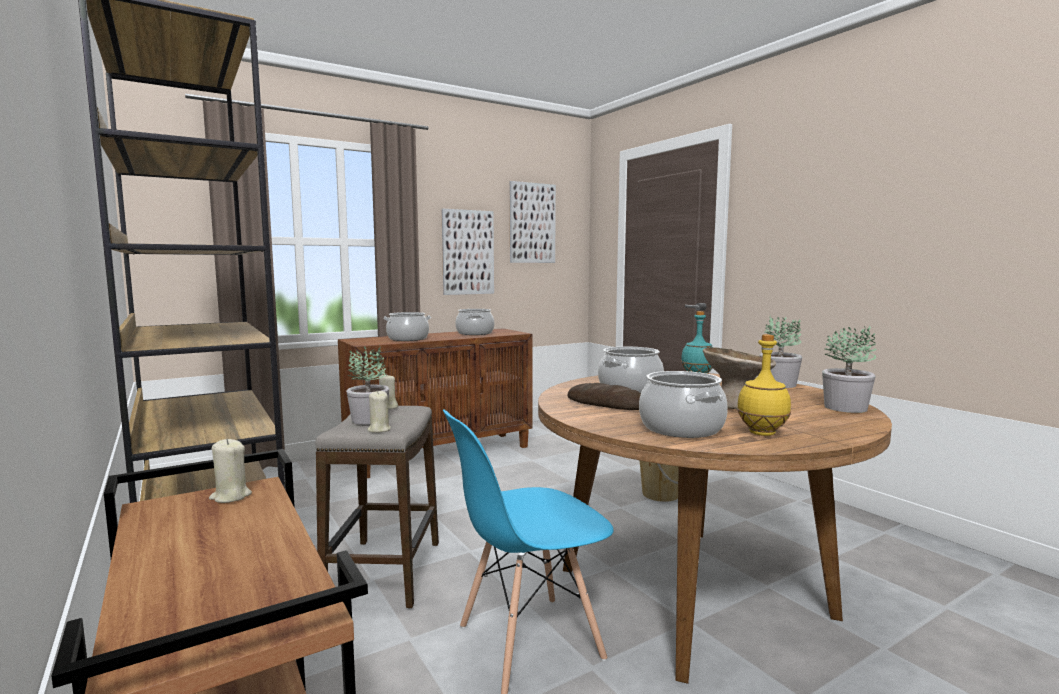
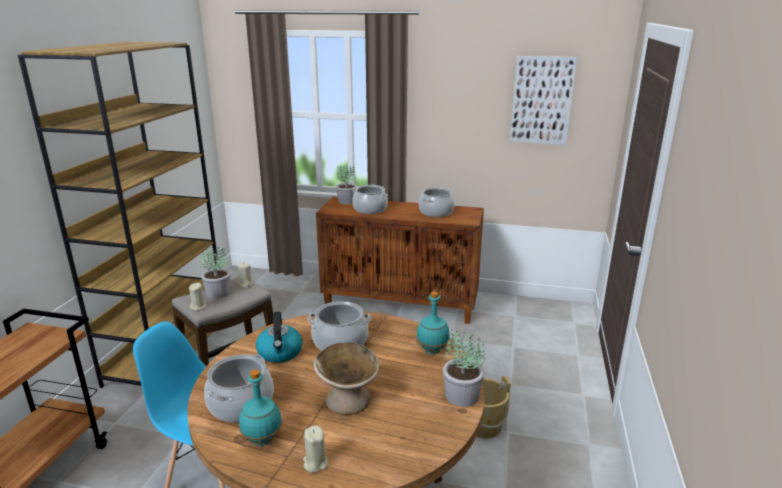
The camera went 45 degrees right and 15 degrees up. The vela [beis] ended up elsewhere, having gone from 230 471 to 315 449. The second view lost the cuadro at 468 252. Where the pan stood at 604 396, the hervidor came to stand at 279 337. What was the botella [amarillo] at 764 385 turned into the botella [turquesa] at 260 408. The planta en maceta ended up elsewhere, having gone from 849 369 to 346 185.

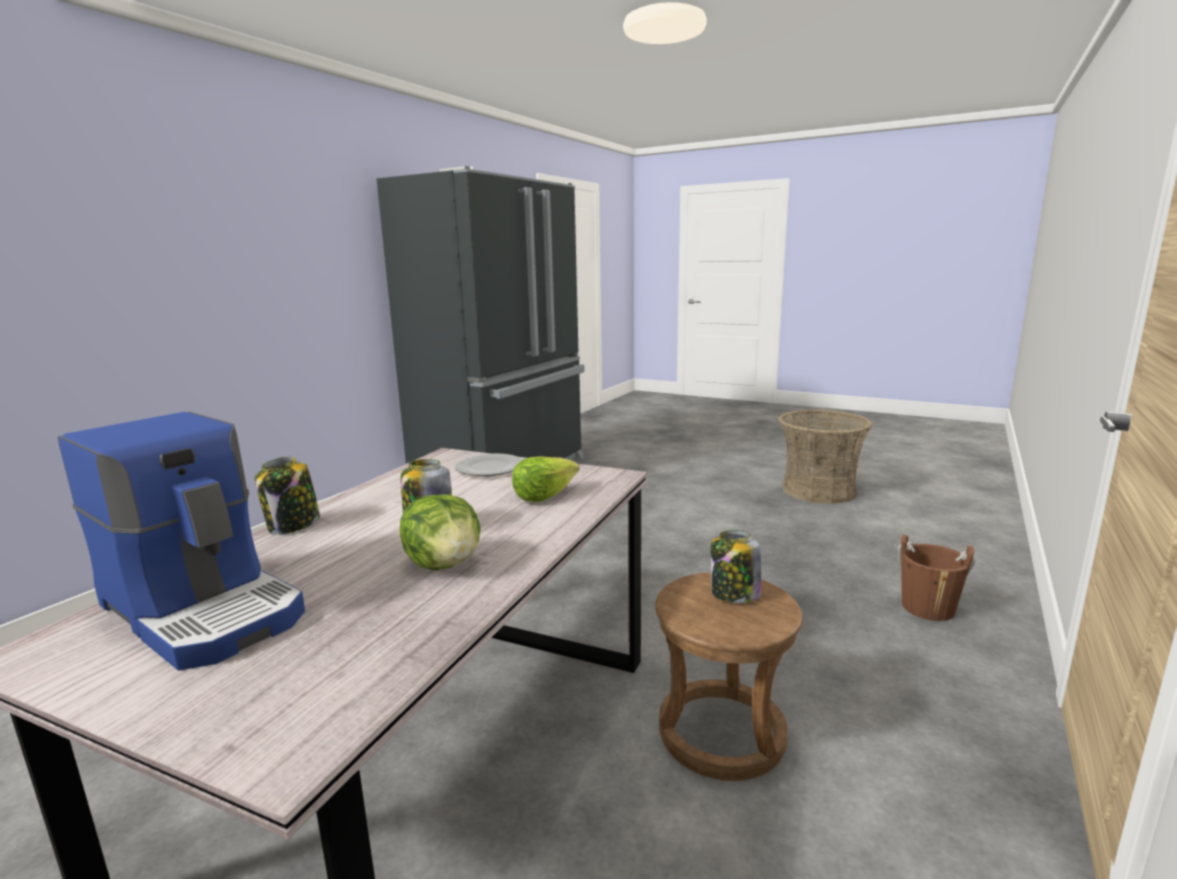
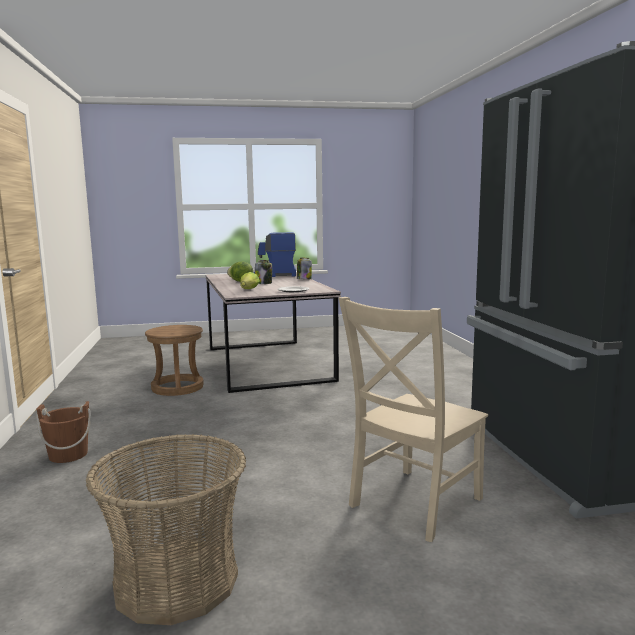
The camera went 140 degrees right and 5 degrees down. The second view lost the tarro at 736 566. The second view gained the silla [beis] at 413 419.

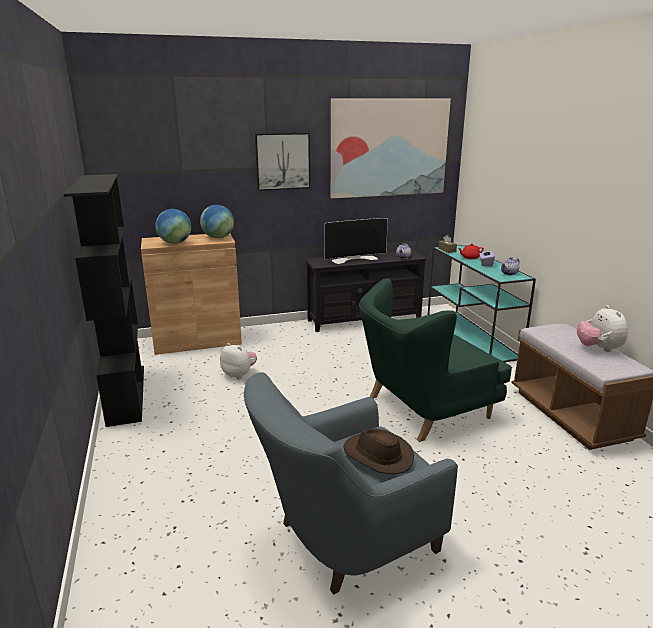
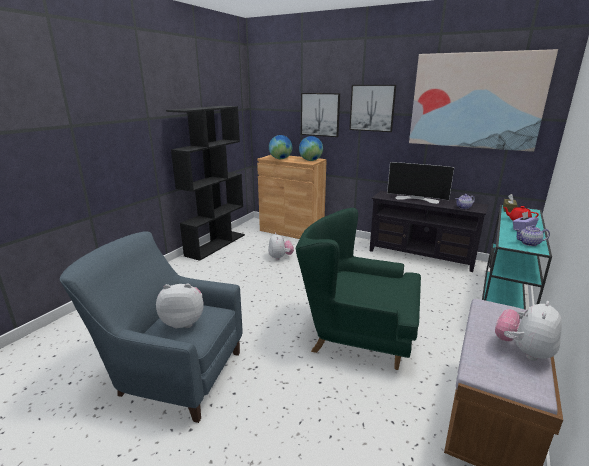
The camera went 45 degrees right and 0 degrees up. Where the sombrero [marrón] stood at 378 451, the peluche came to stand at 179 306. The second view gained the cuadro at 320 115.

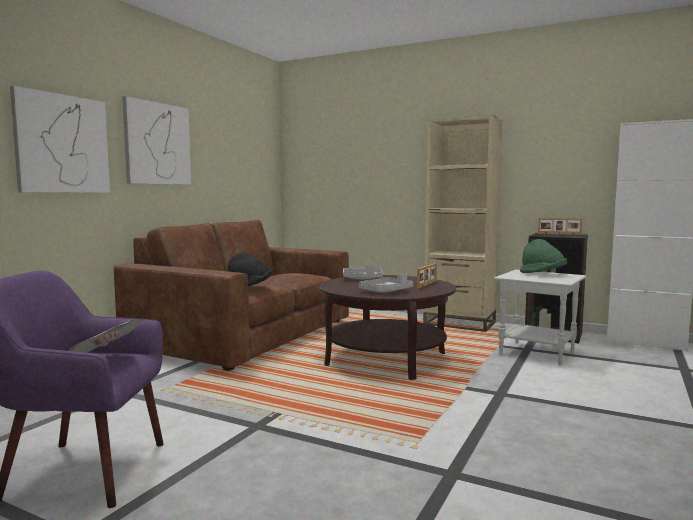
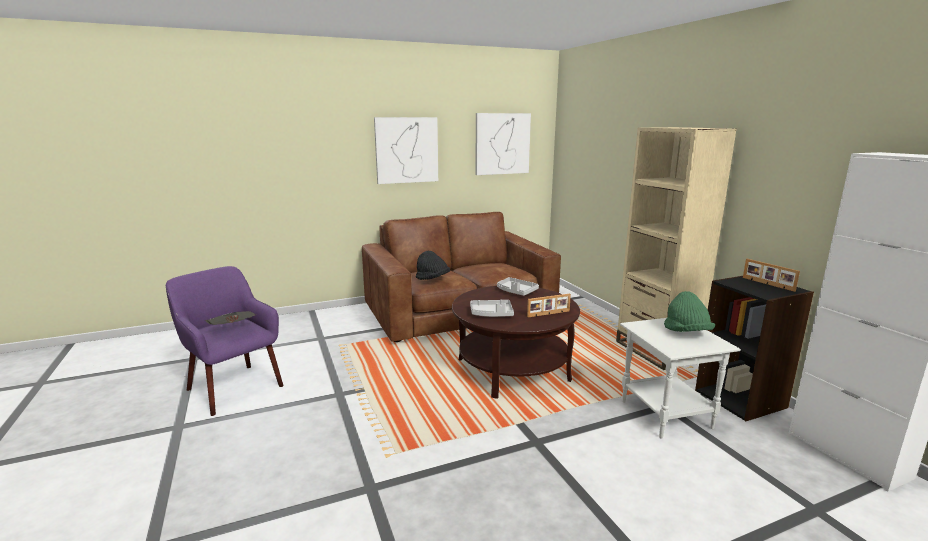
The camera went 40 degrees right and 10 degrees up. The cuadro ended up elsewhere, having gone from 60 139 to 503 144.

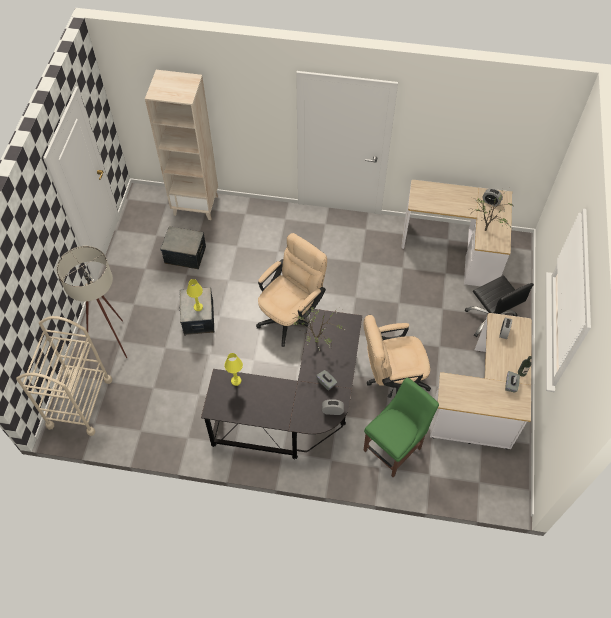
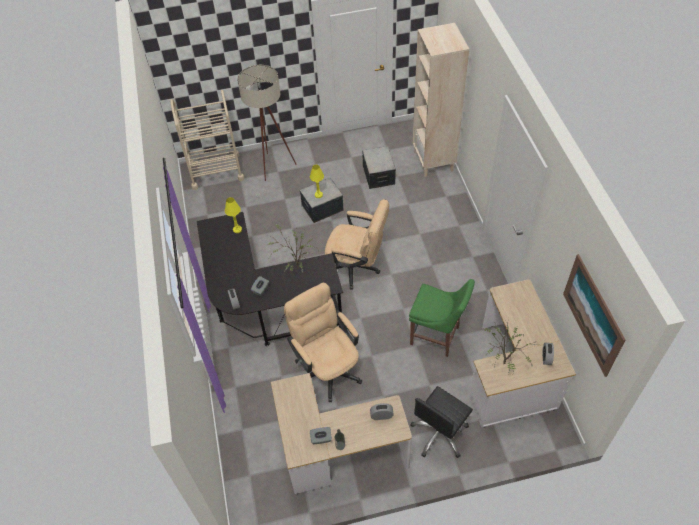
The camera went 70 degrees right and 5 degrees down. The silla [verde] ended up elsewhere, having gone from 401 428 to 442 318. The second view gained the cuadro at 594 315.

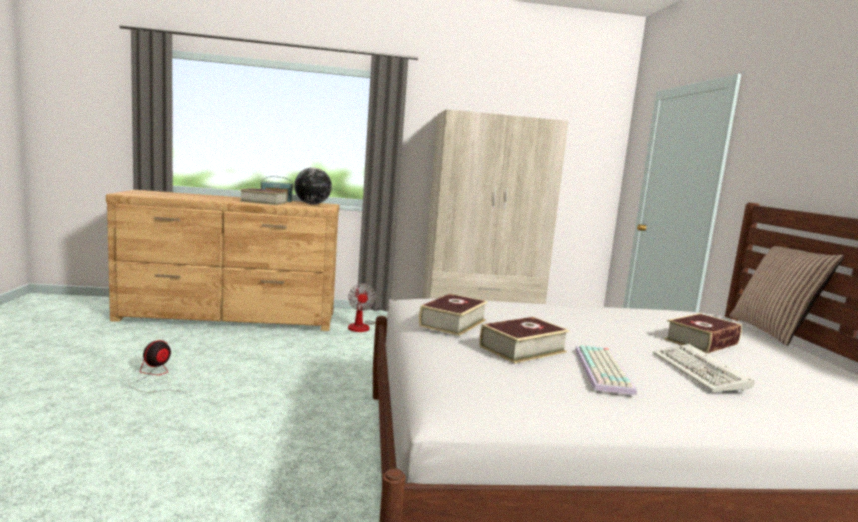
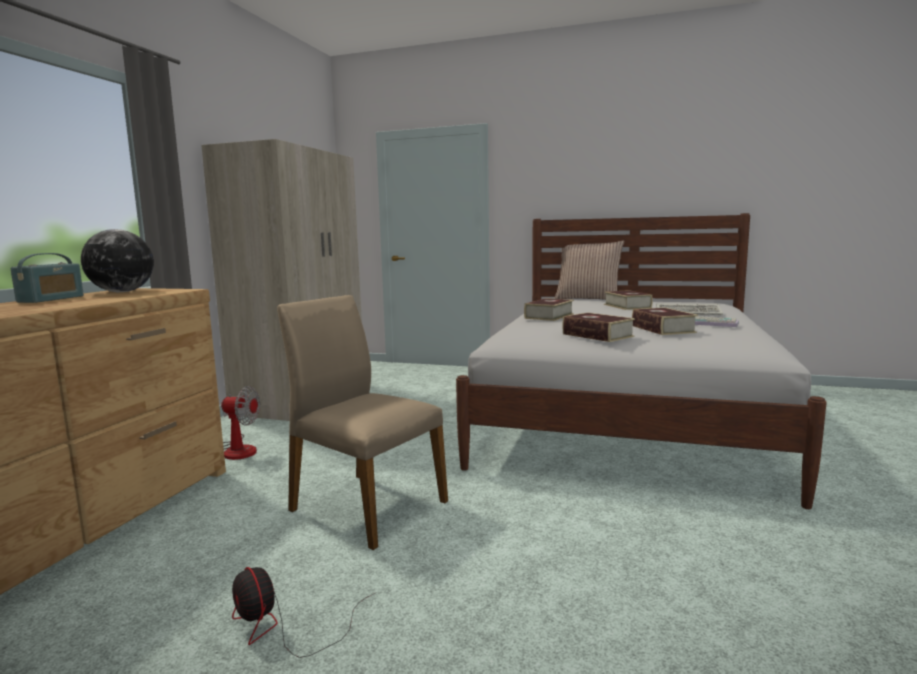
The camera went 65 degrees left and 0 degrees up. The libro ended up elsewhere, having gone from 263 196 to 549 309. The second view gained the silla [beis] at 362 422.

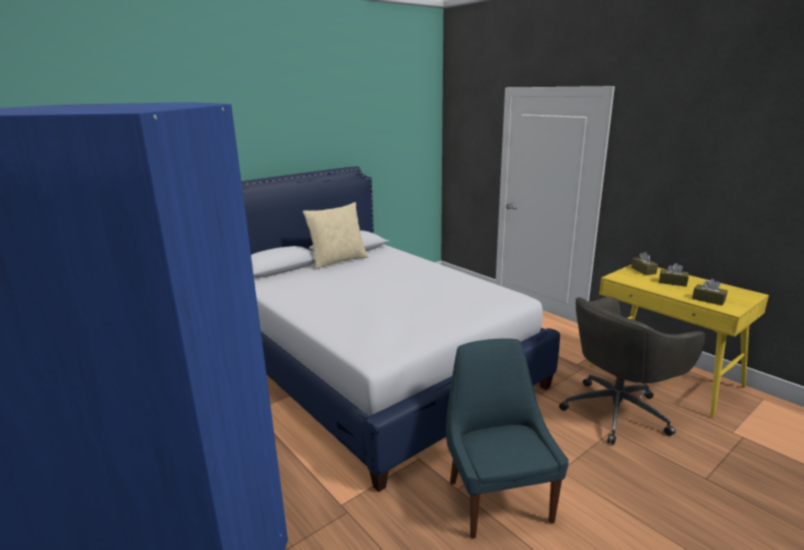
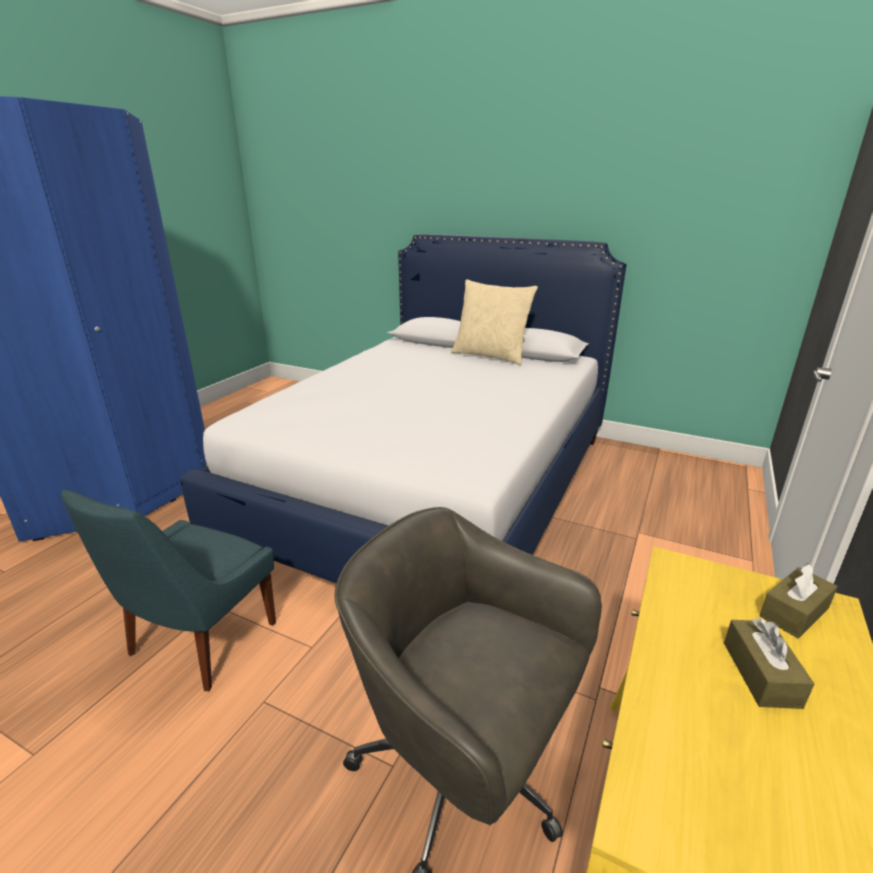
The camera went 65 degrees right and 5 degrees up. The silla [azul] at 507 438 ended up facing another way, 150 degrees clockwise from before. The second view lost the caja de pañuelos [marrón] at 710 292.

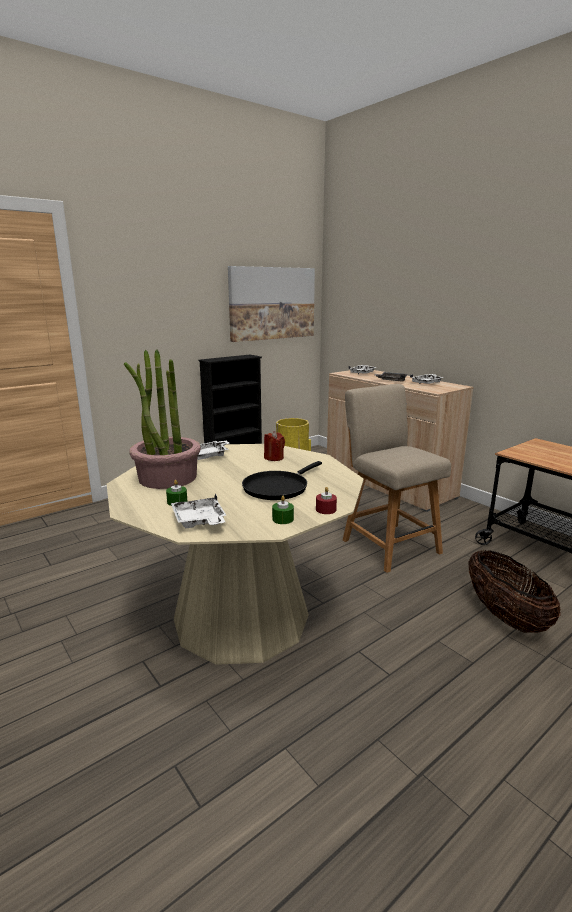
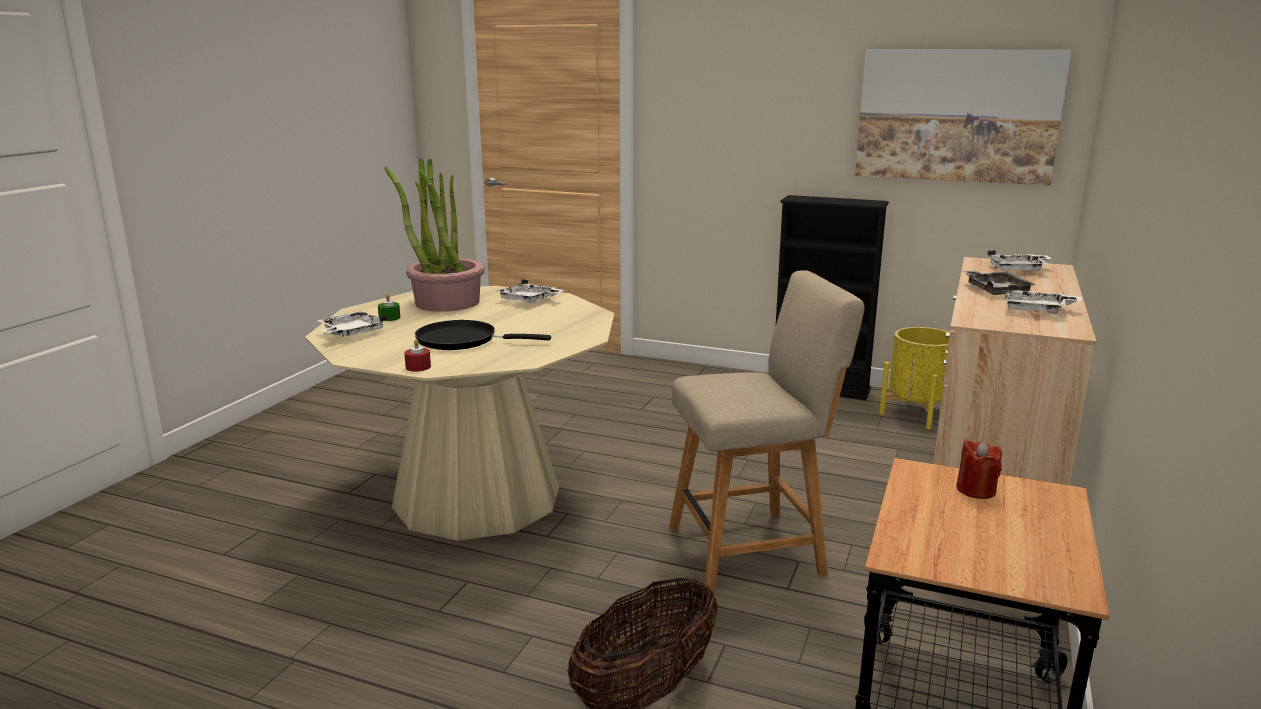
The camera went 60 degrees right and 0 degrees up. The vela [rojo] ended up elsewhere, having gone from 274 446 to 979 469. The second view lost the vela [verde] at 283 510. The silla [beis] at 397 478 ended up facing another way, 45 degrees clockwise from before.

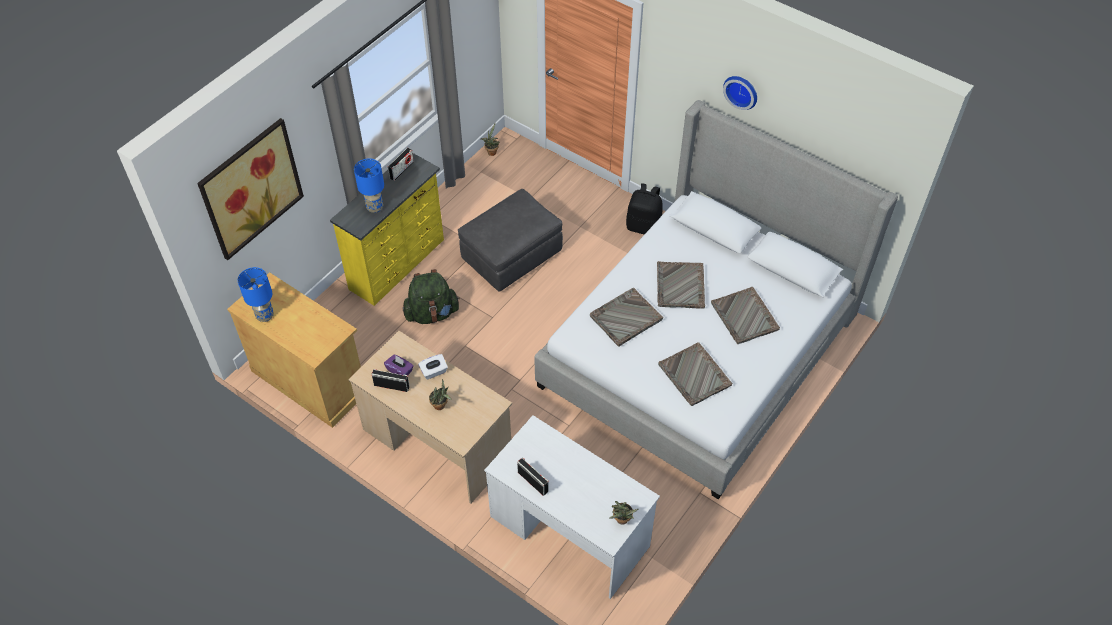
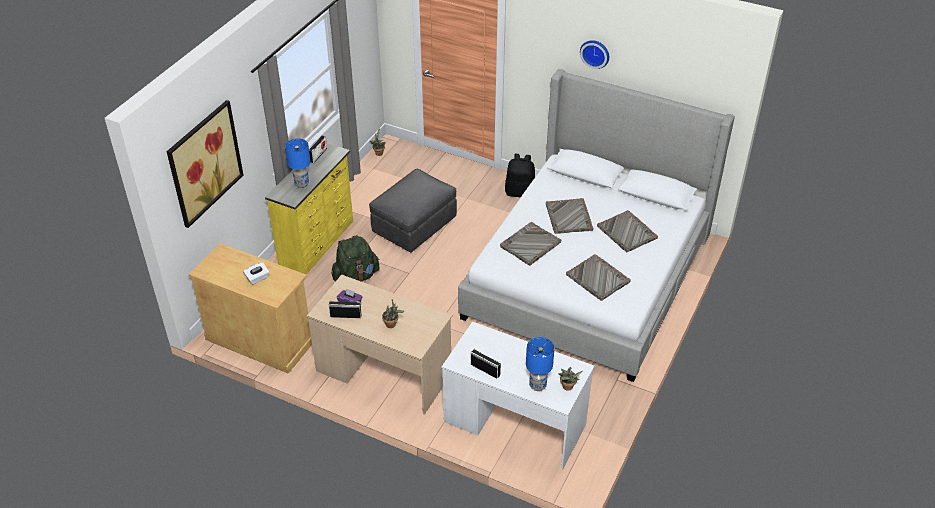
The camera went 10 degrees left and 10 degrees down. The lámpara de mesa [azul] ended up elsewhere, having gone from 256 294 to 540 364. The caja de pañuelos [blanco] ended up elsewhere, having gone from 433 367 to 256 273.

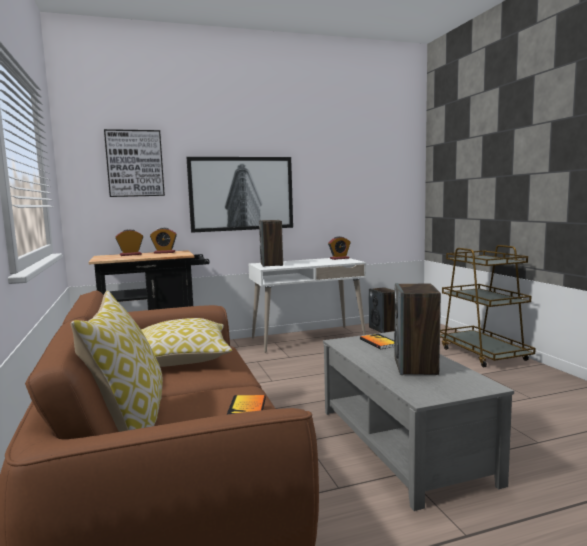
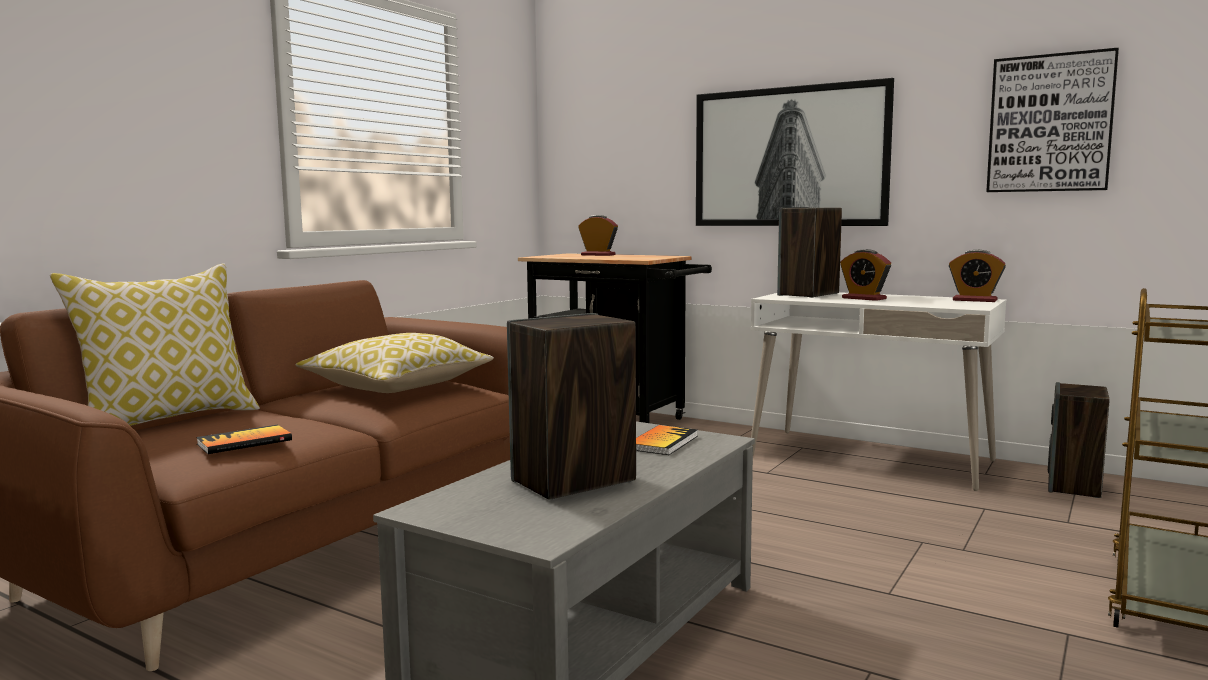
The camera went 50 degrees right and 0 degrees up. The cuadro ended up elsewhere, having gone from 134 163 to 1052 120. The despertador ended up elsewhere, having gone from 163 241 to 865 275.

